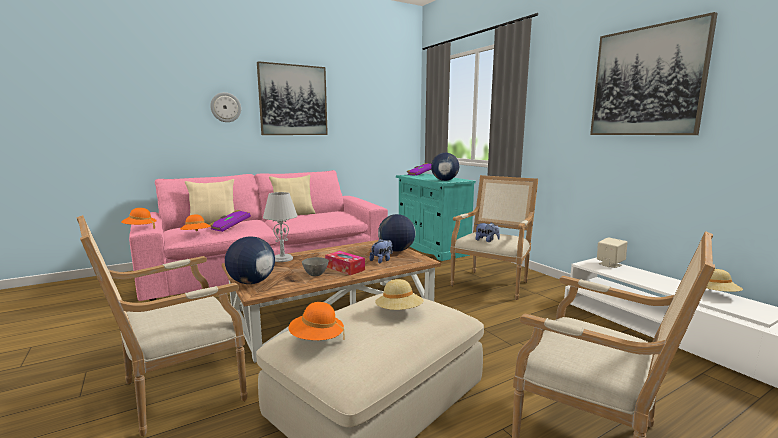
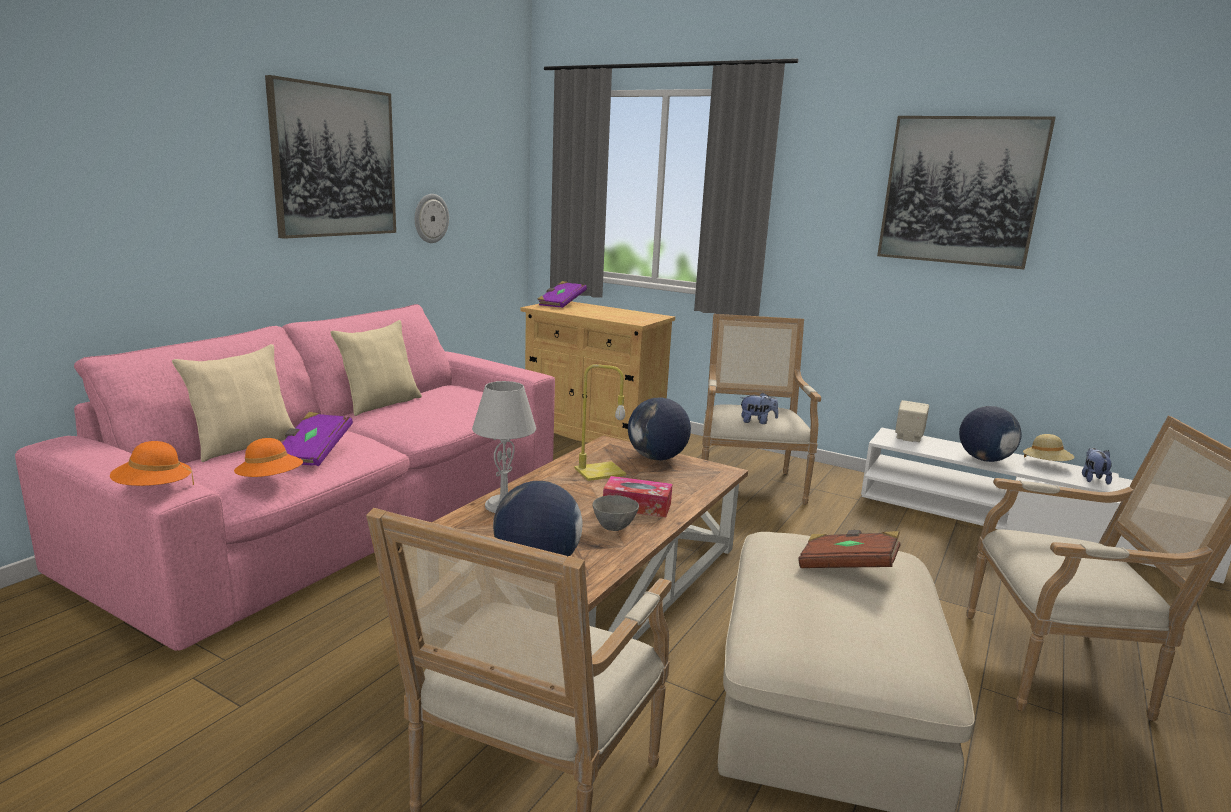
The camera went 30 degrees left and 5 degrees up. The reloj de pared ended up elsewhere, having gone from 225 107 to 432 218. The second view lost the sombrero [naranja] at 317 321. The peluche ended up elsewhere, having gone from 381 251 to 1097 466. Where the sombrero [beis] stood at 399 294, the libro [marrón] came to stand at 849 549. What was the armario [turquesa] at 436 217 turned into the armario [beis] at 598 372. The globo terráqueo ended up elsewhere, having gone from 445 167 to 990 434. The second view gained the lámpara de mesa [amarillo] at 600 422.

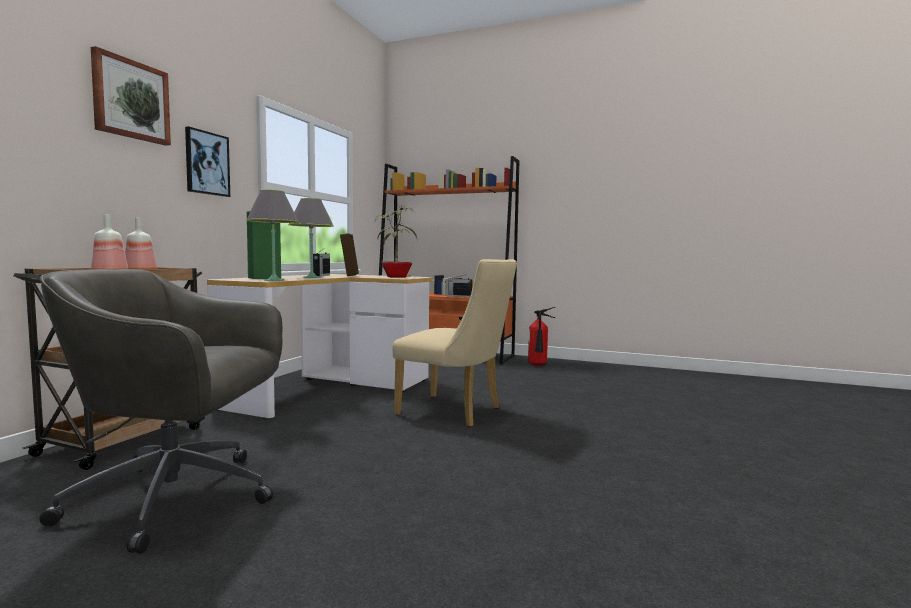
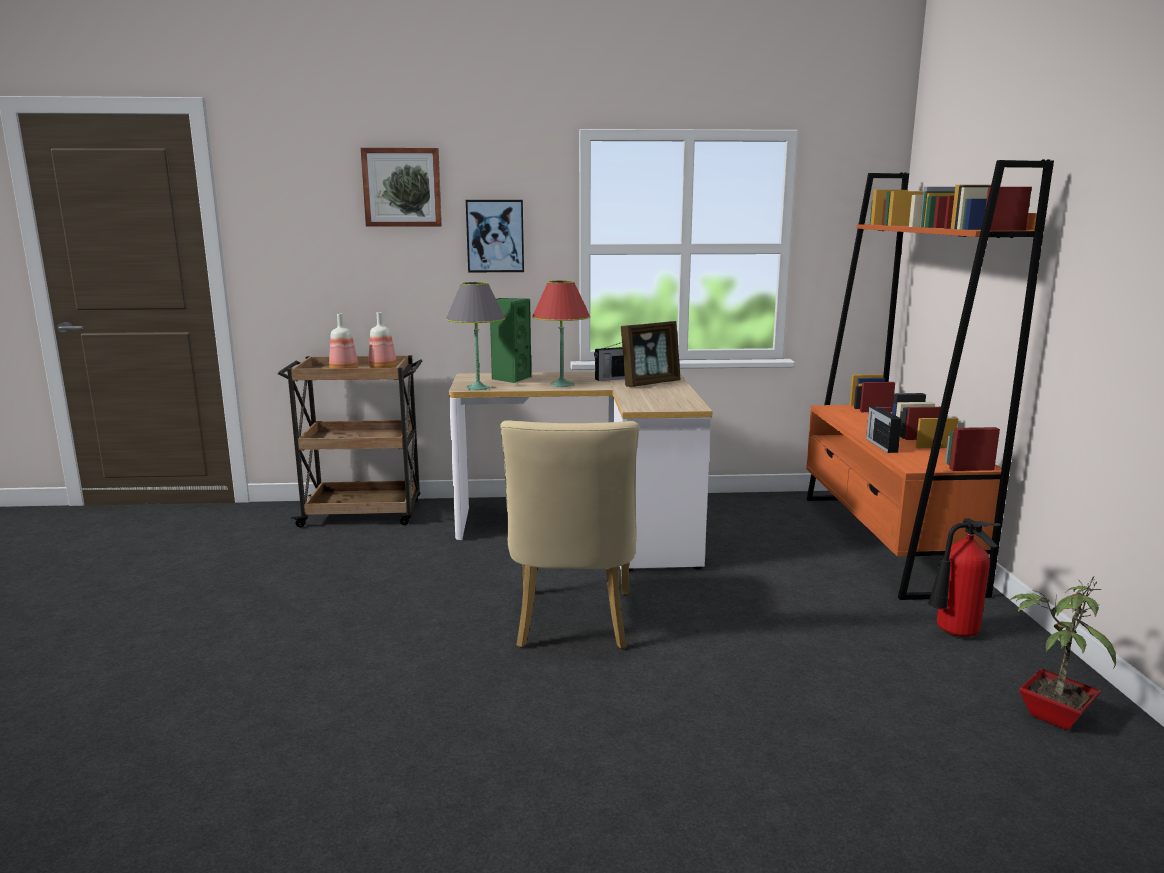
The camera went 65 degrees right and 10 degrees up. The second view lost the silla de oficina [gris] at 160 411. What was the lámpara de mesa [gris] at 311 238 turned into the lámpara de mesa [rojo] at 561 333. The planta en maceta ended up elsewhere, having gone from 395 241 to 1062 653.

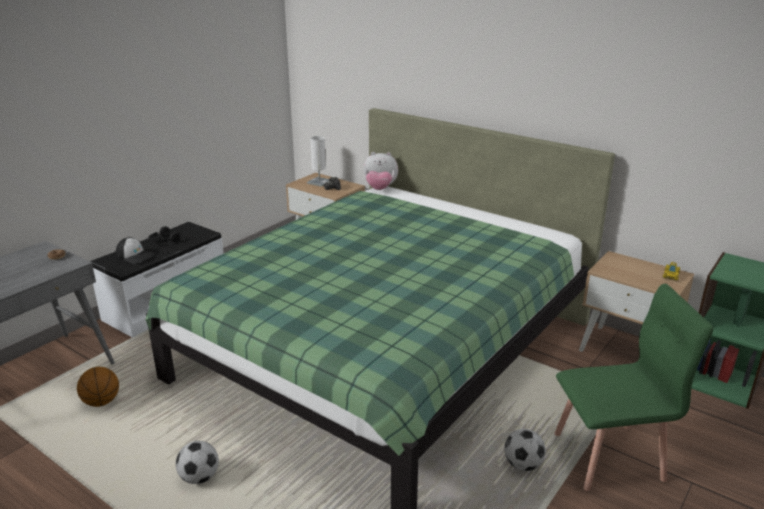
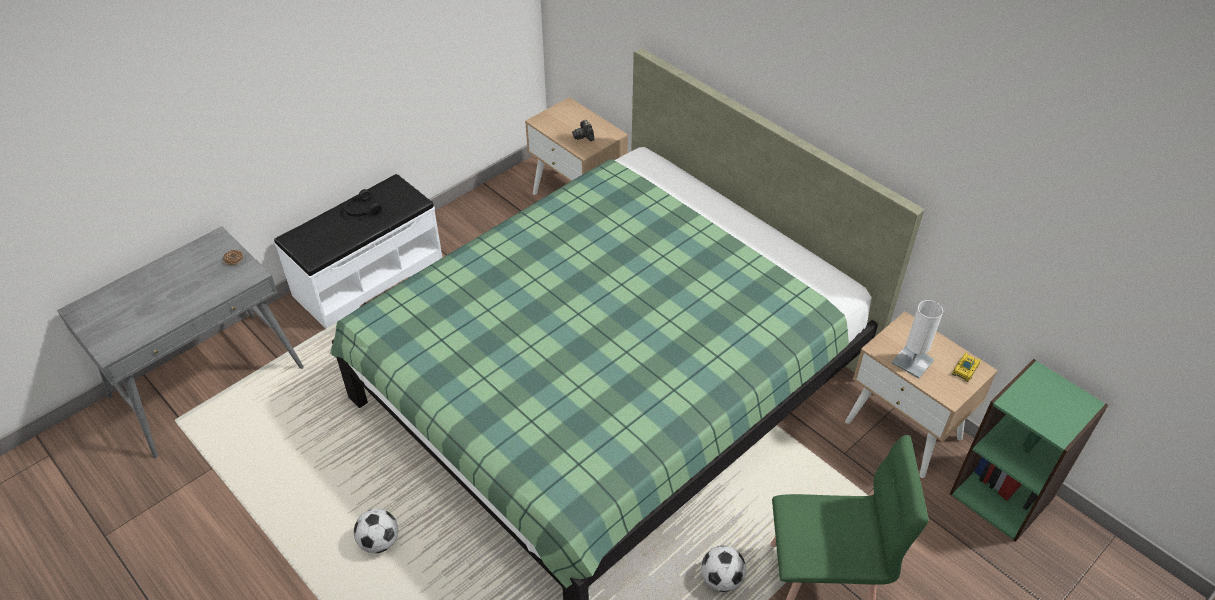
The camera went 10 degrees right and 20 degrees up. The second view lost the balón de baloncesto at 98 387. The second view lost the gorra at 135 250. The lámpara de mesa [blanco] ended up elsewhere, having gone from 318 161 to 917 339. The second view lost the peluche at 380 171.

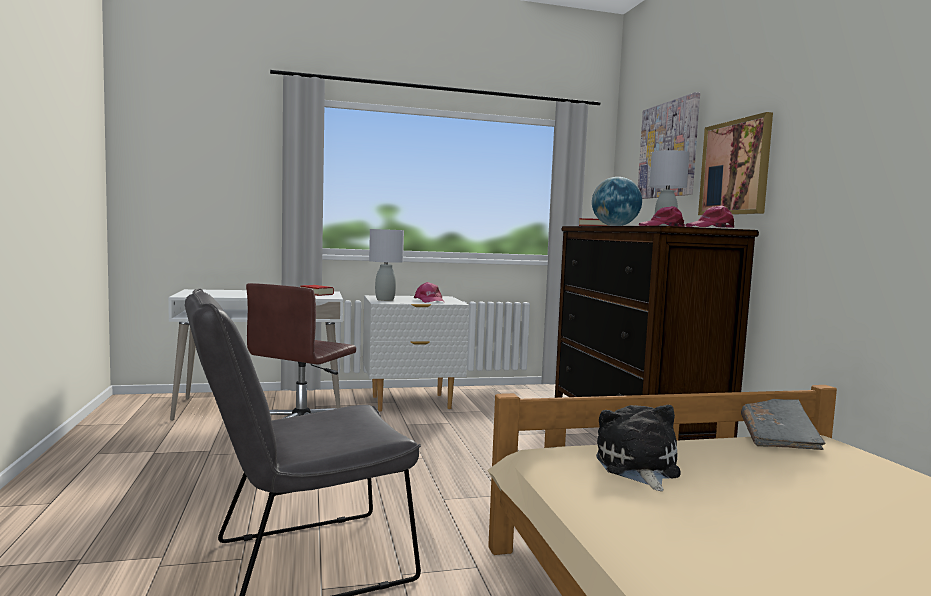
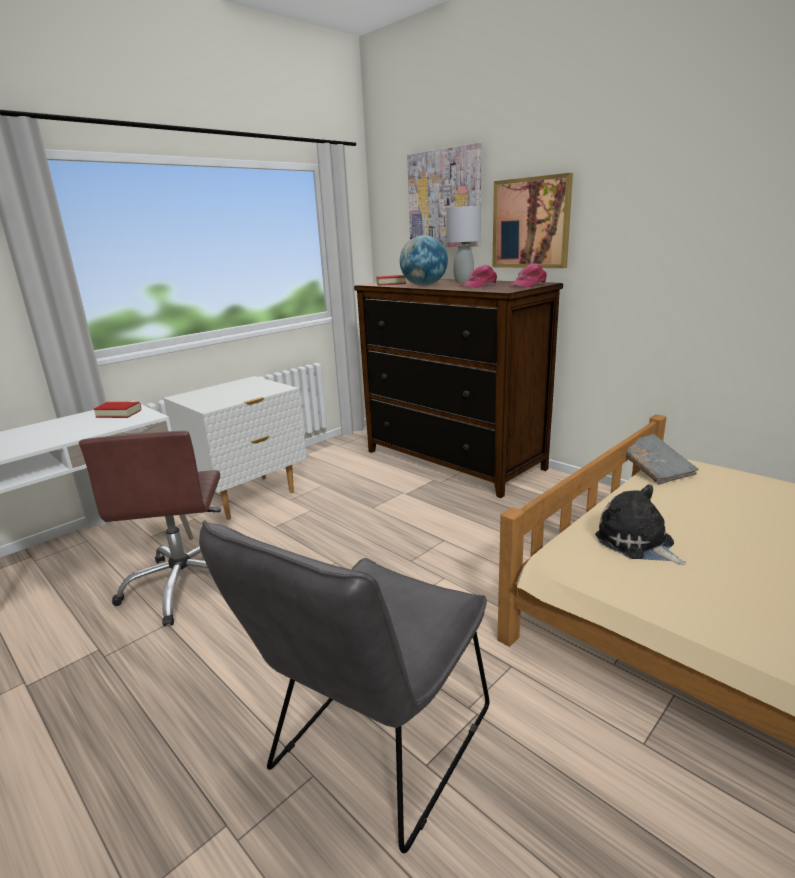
The camera went 30 degrees left and 15 degrees up. The second view lost the lámpara de mesa [gris] at 386 265. The second view lost the gorra [rosa] at 429 292.

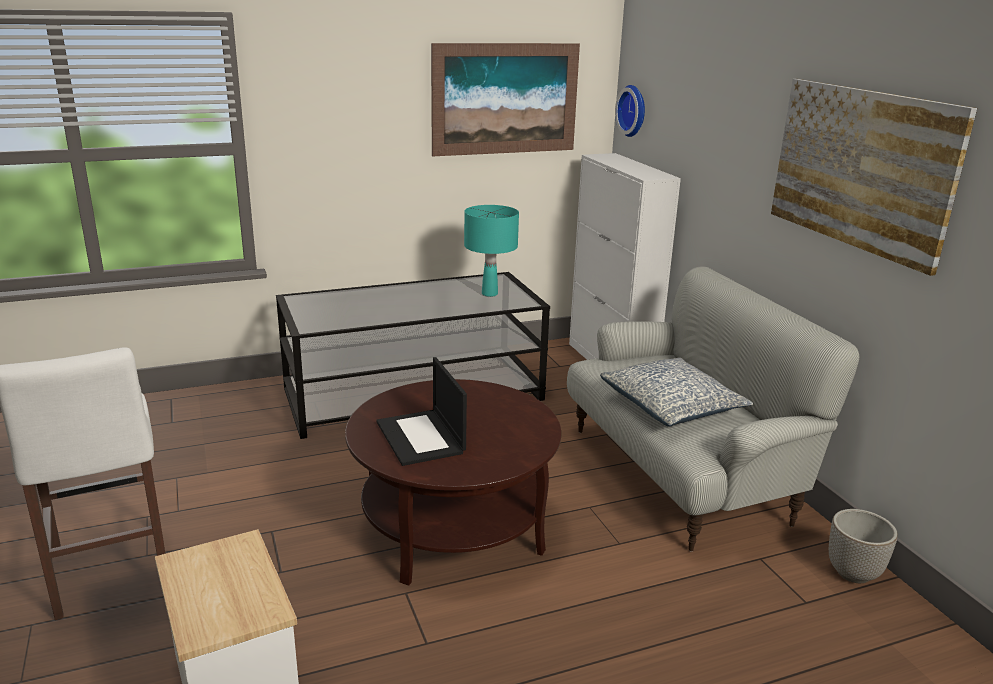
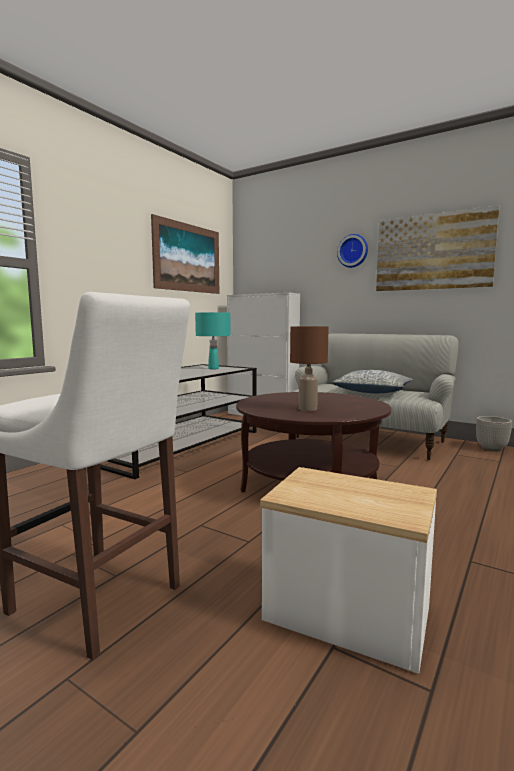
The camera went 35 degrees left and 15 degrees down. Where the portátil stood at 421 411, the lámpara de mesa [marrón] came to stand at 309 368. The reloj de pared ended up elsewhere, having gone from 630 111 to 352 251.

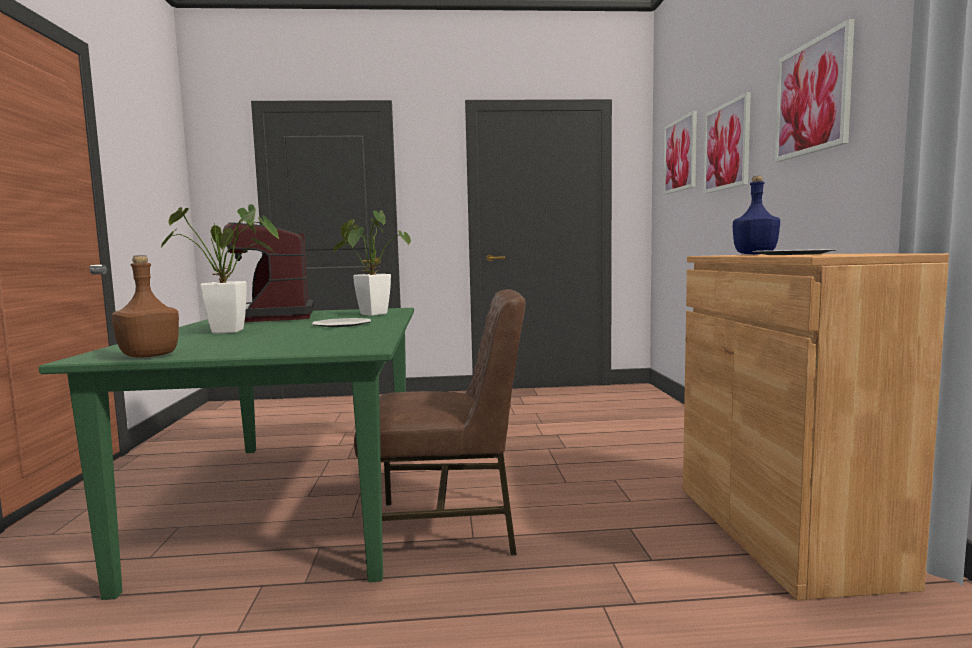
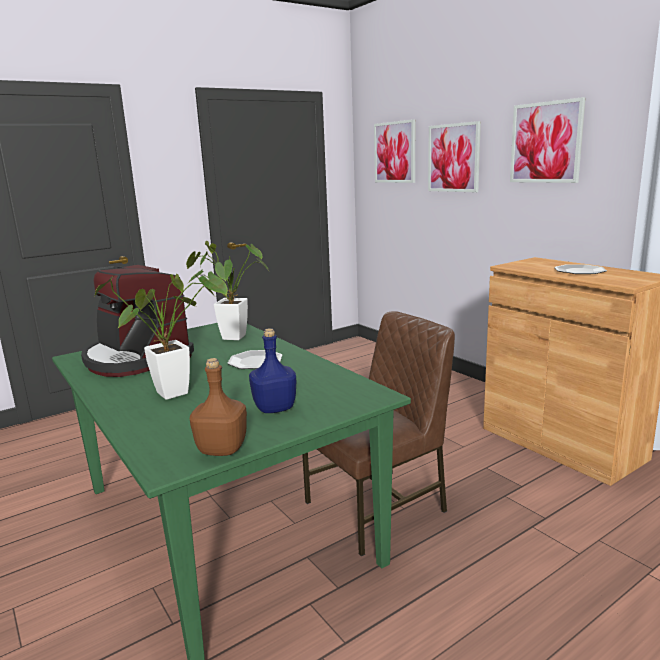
The camera went 30 degrees left and 10 degrees up. The botella [azul] ended up elsewhere, having gone from 756 215 to 272 370.

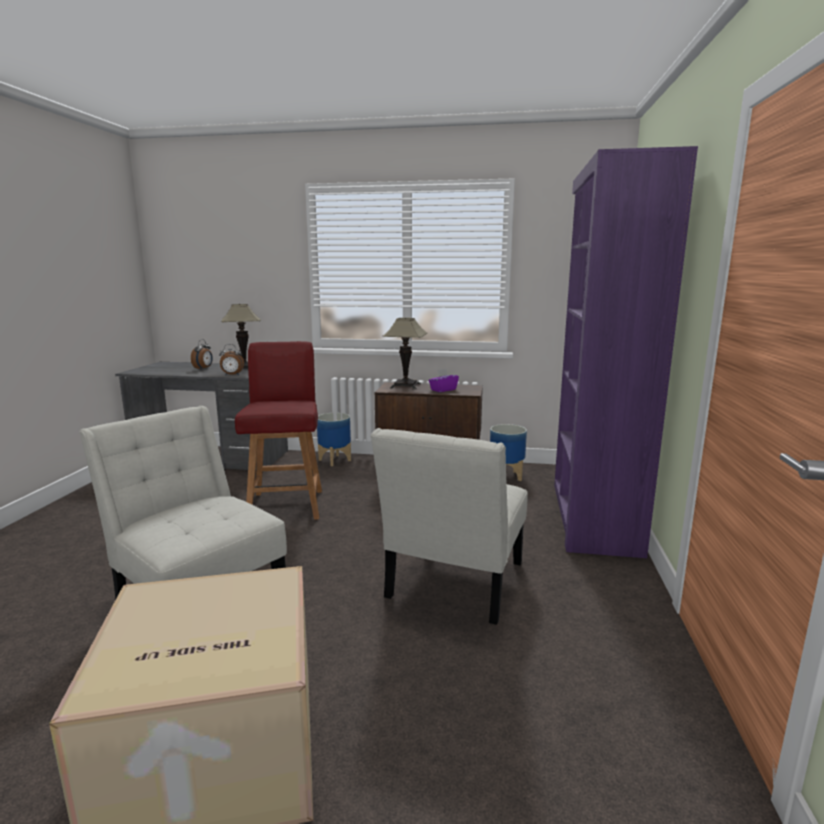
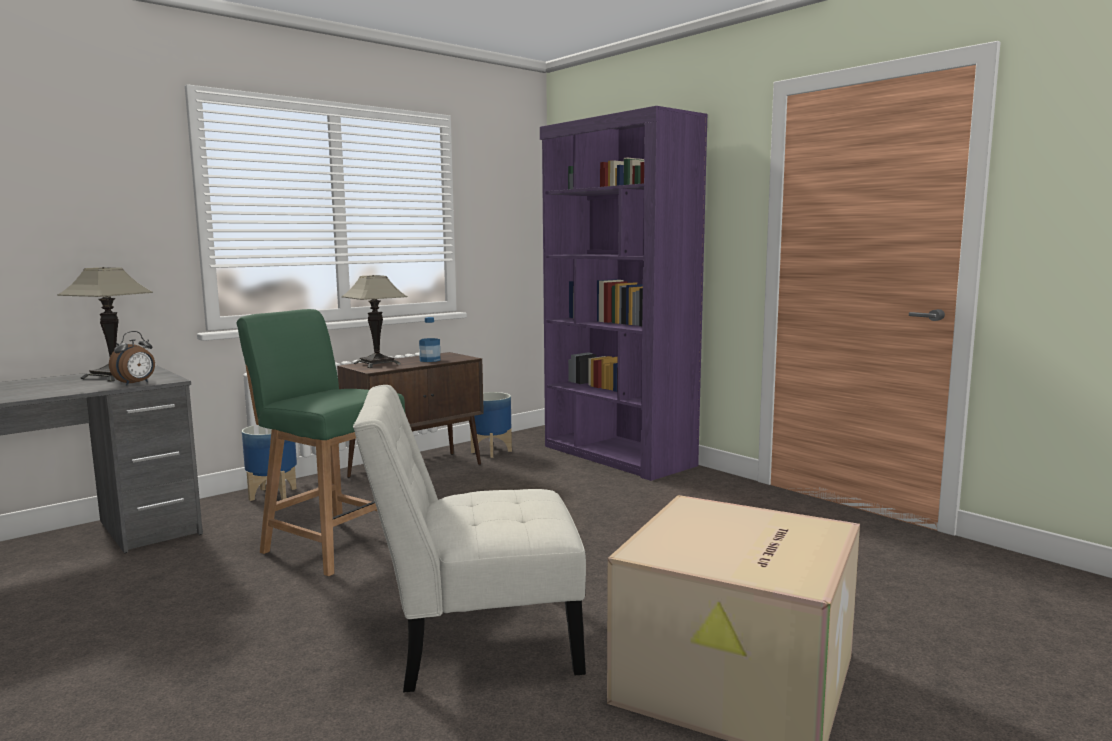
The camera went 50 degrees left and 5 degrees down. The second view lost the despertador at 202 354. What was the silla [rojo] at 278 430 turned into the silla [verde] at 321 442. The second view lost the silla [blanco] at 449 526. Where the caja de pañuelos [morado] stood at 443 380, the botella came to stand at 429 339.

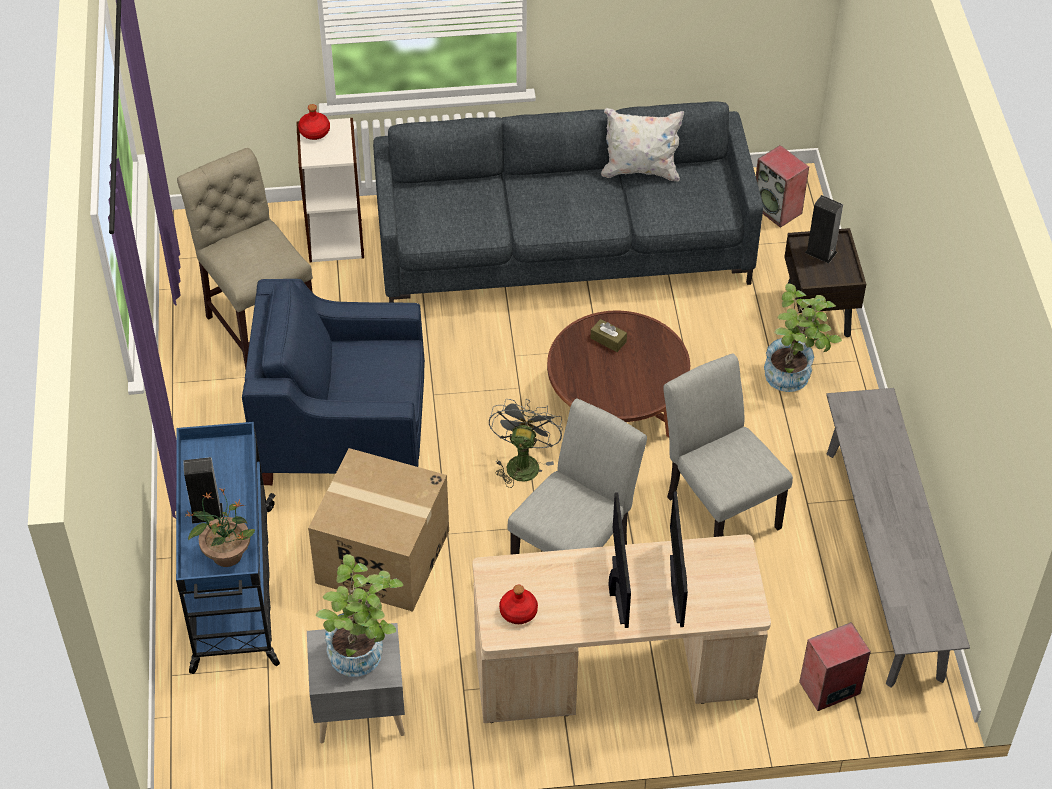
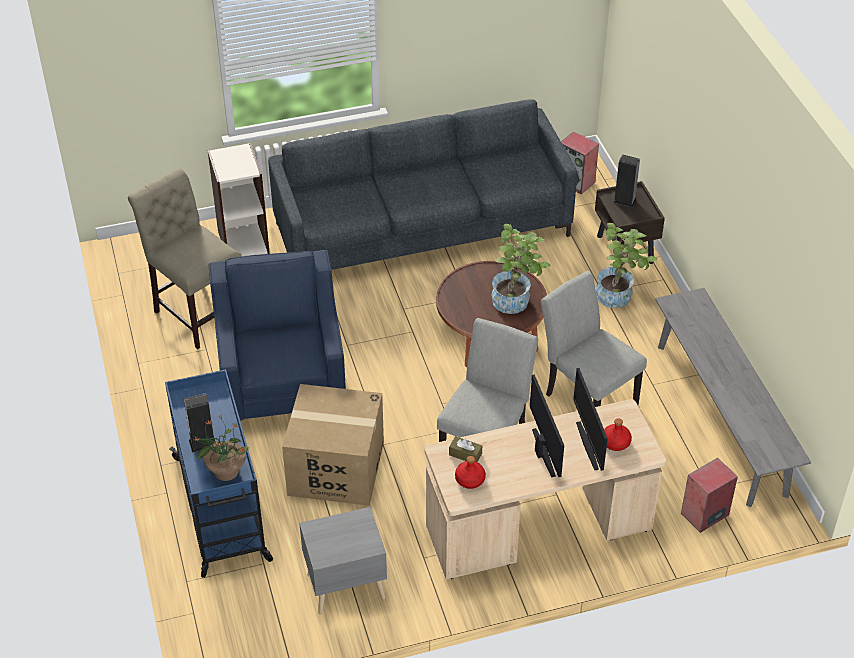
The camera went 10 degrees left and 5 degrees down. The sillón [azul] at 333 382 ended up facing another way, 90 degrees clockwise from before. The botella [rojo] ended up elsewhere, having gone from 314 122 to 618 435. The planta en maceta ended up elsewhere, having gone from 359 615 to 521 269. The second view lost the ventilador [gris] at 525 443. The caja de pañuelos [marrón] ended up elsewhere, having gone from 609 335 to 465 449. The second view lost the cojín [blanco] at 642 144.

